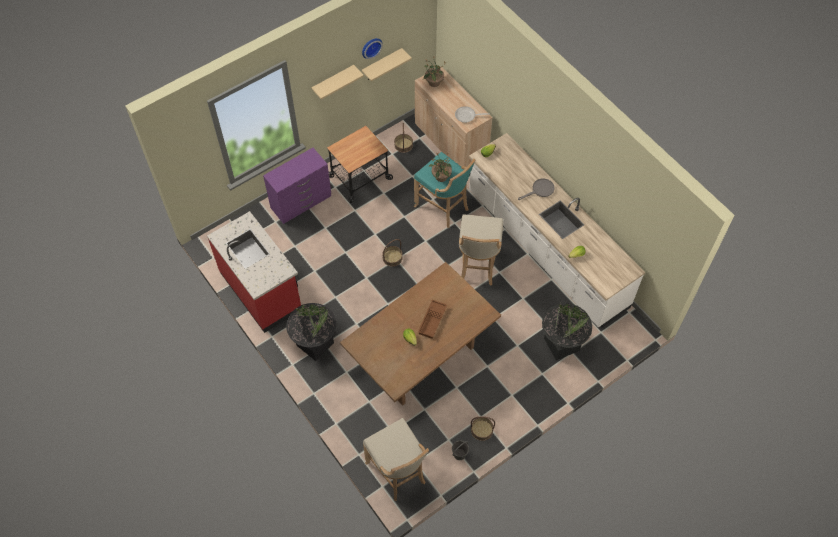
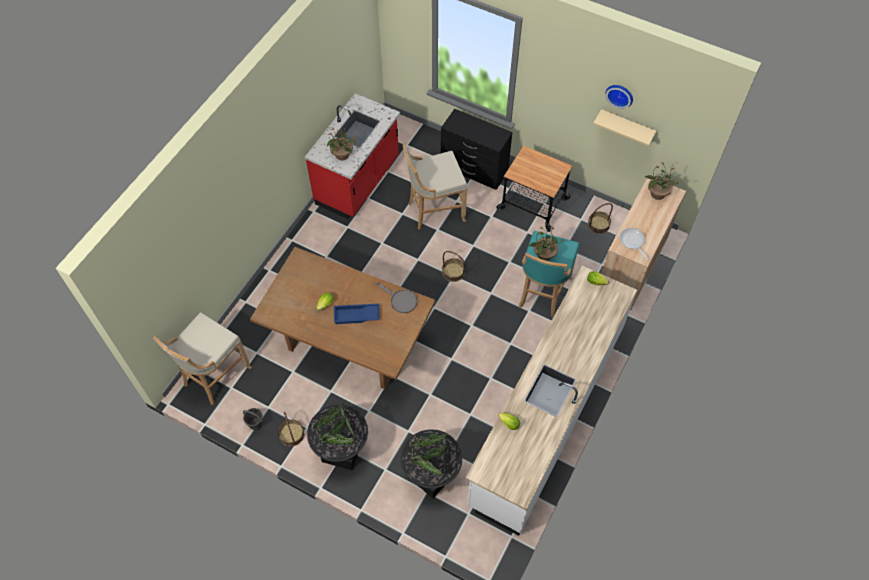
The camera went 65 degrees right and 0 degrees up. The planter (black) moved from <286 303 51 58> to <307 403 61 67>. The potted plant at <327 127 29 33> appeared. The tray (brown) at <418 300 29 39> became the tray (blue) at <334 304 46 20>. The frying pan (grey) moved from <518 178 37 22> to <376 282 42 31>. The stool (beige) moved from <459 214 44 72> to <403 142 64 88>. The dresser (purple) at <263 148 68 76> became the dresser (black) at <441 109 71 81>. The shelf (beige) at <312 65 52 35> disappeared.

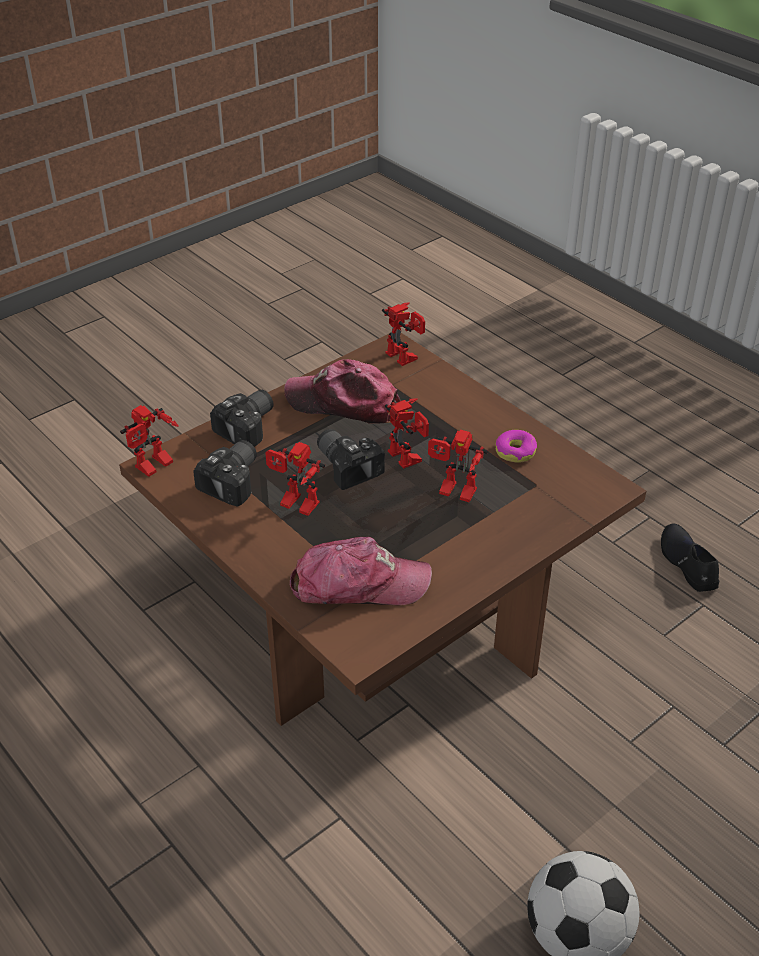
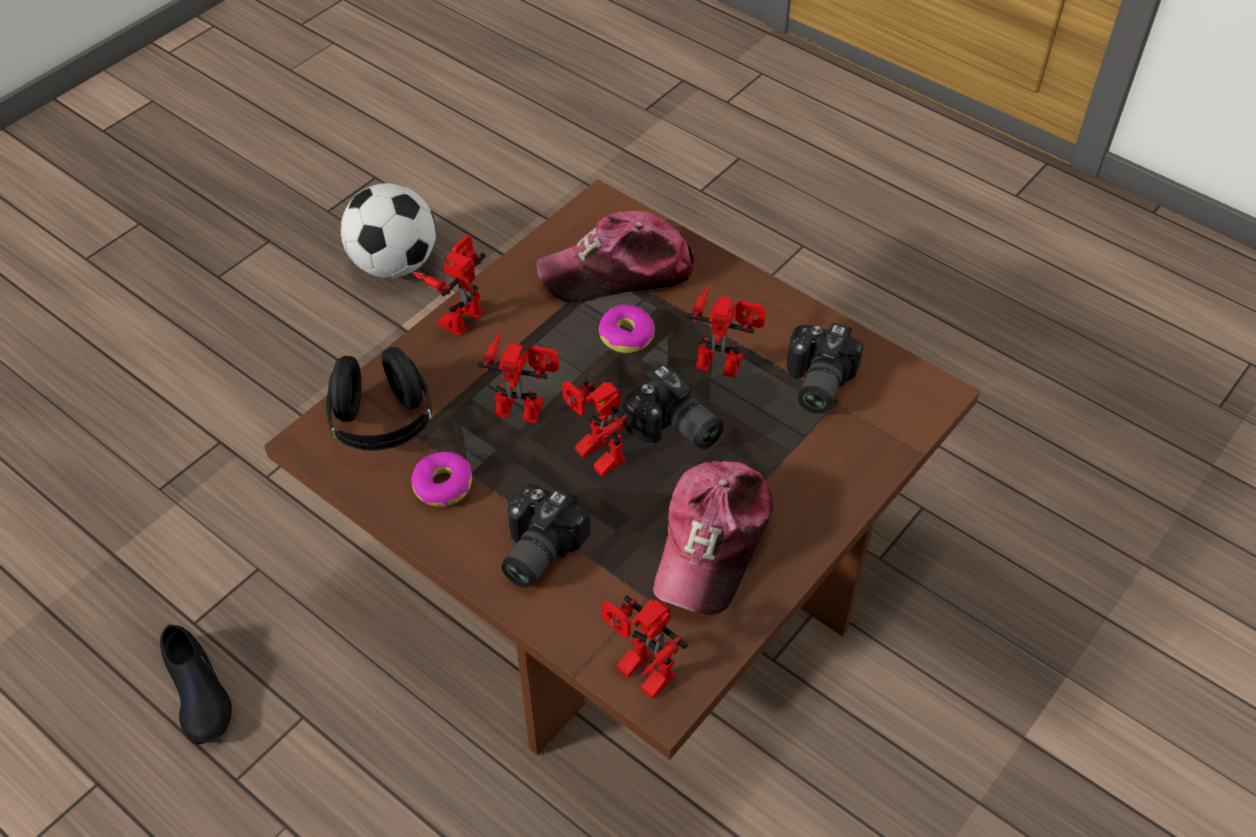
The camera went 170 degrees right and 10 degrees up. The headphones (black) at <326 347 106 104> appeared. The toy robot moved from <120 405 59 72> to <413 235 73 101>. The photo camera moved from <210 390 64 57> to <501 484 90 104>. The donut at <599 305 56 48> appeared. The cap at <284 359 117 65> turned 105 degrees clockwise.

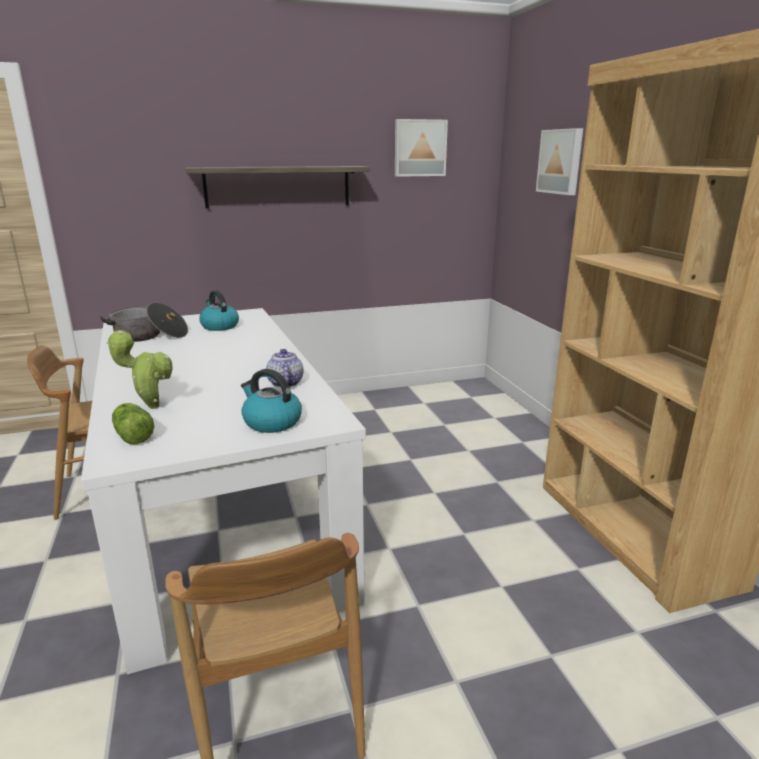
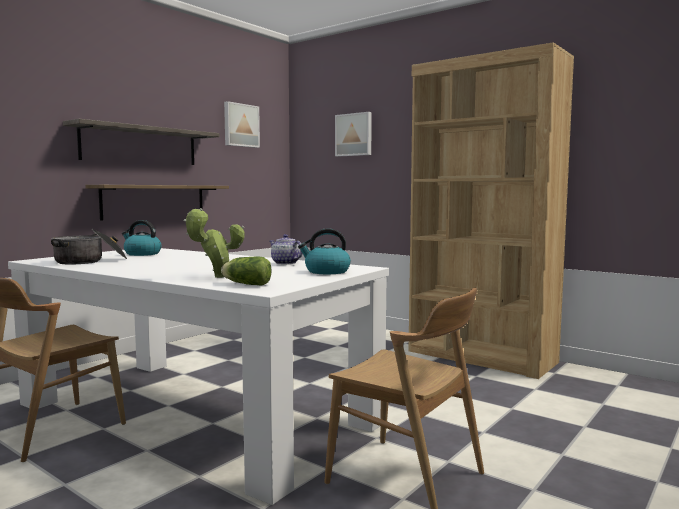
The camera went 35 degrees left and 15 degrees down. The shelf at <85 185 144 36> appeared.

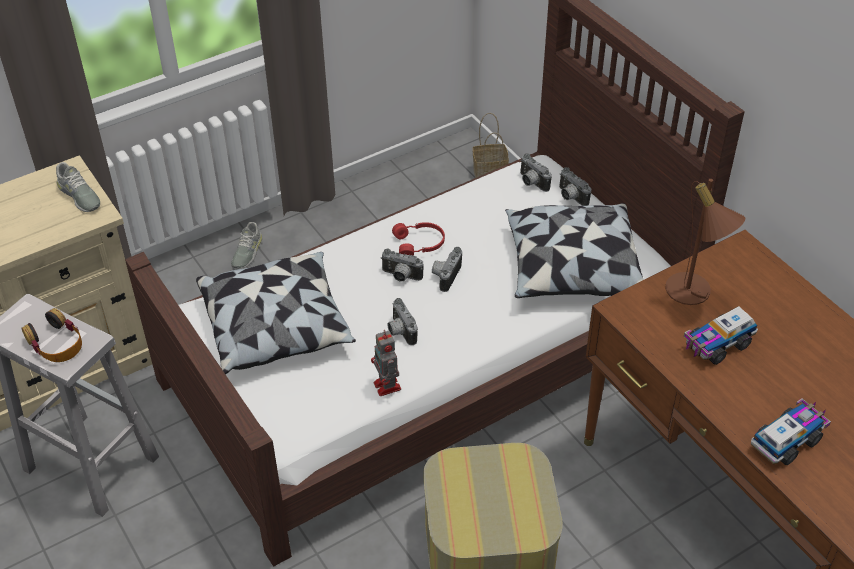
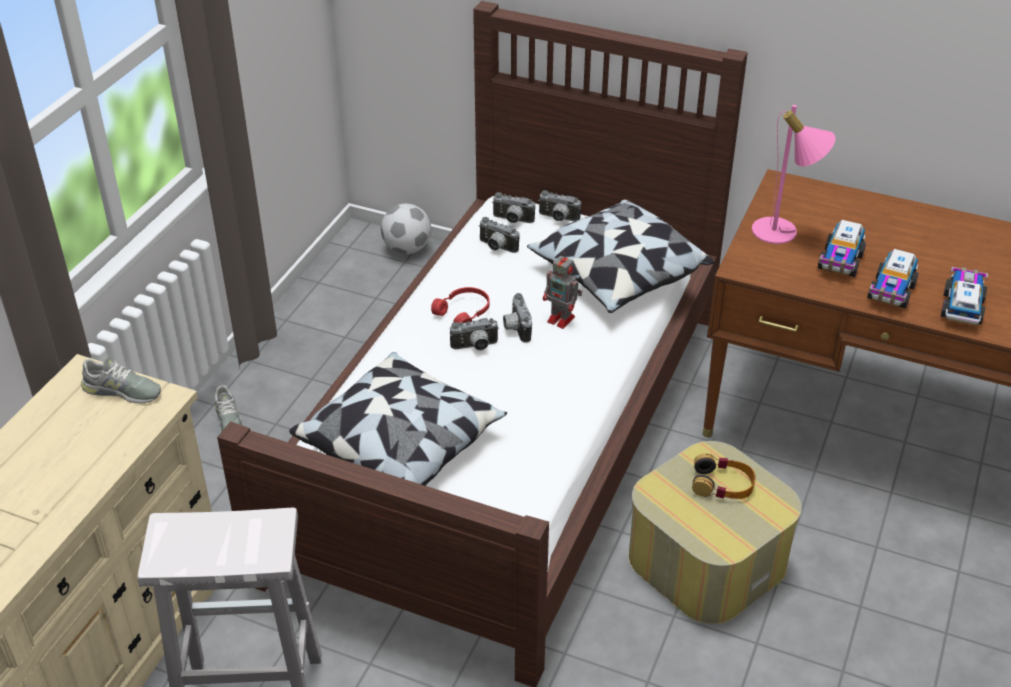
The camera went 35 degrees left and 5 degrees down. The basket at <472 113 37 65> was replaced by the football at <381 204 50 50>. The photo camera moved from <387 298 31 47> to <478 217 42 36>. The toy robot moved from <371 331 30 65> to <543 252 39 77>. The headphones moved from <21 308 61 54> to <692 453 64 46>. The table lamp (brown) at <665 179 80 126> became the table lamp (pink) at <752 105 83 139>. The toy truck at <867 249 52 60> appeared.

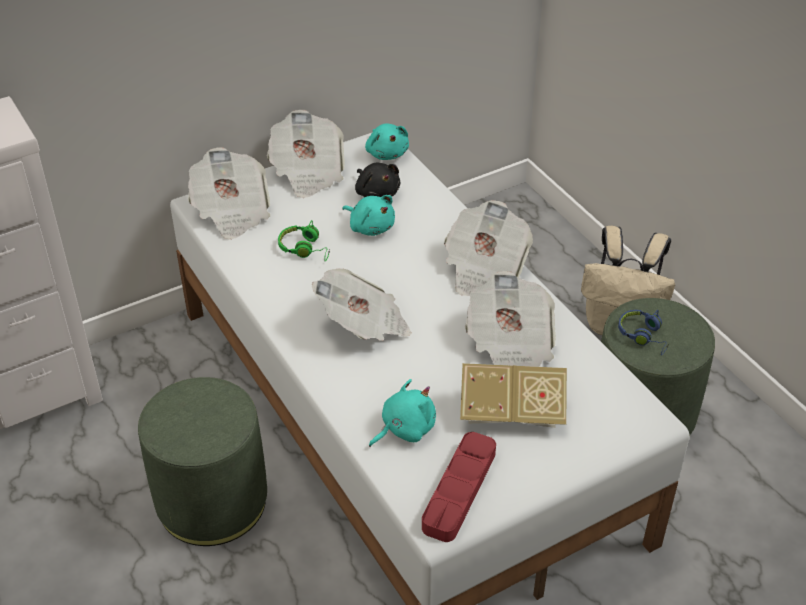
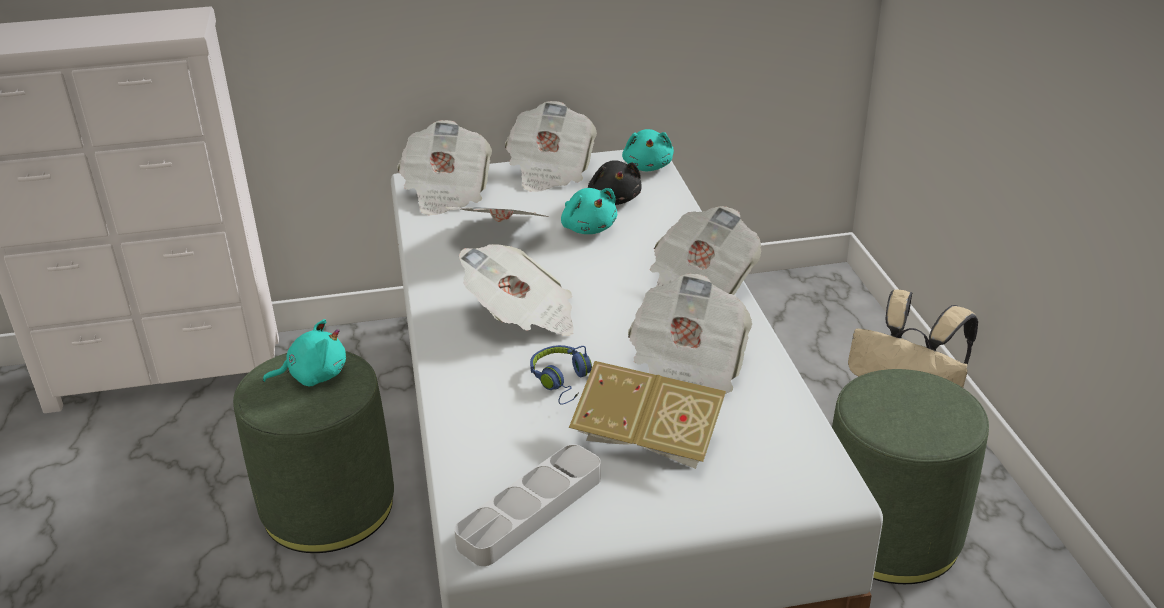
The camera went 20 degrees right and 10 degrees down. The plush toy (turquoise) moved from <369 379 67 68> to <263 319 83 67>. The headphones (green) at <278 220 52 41> was replaced by the newspaper at <445 207 104 15>. The tray (red) at <422 432 74 110> became the tray (grey) at <454 444 147 122>. The headphones (blue) moved from <618 310 51 45> to <530 345 62 59>.

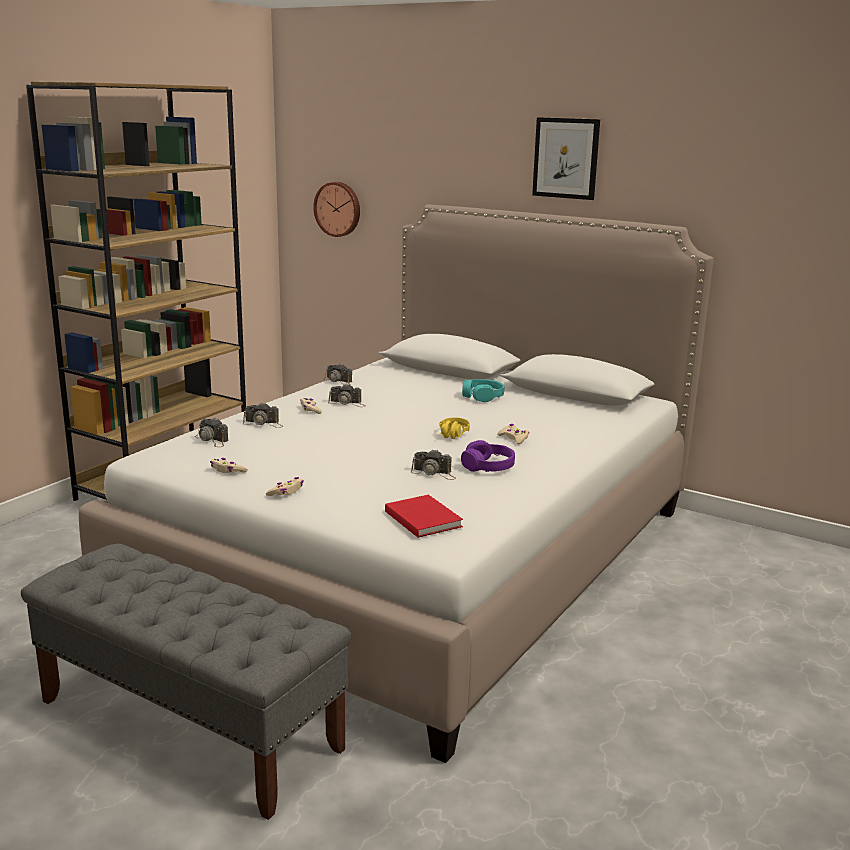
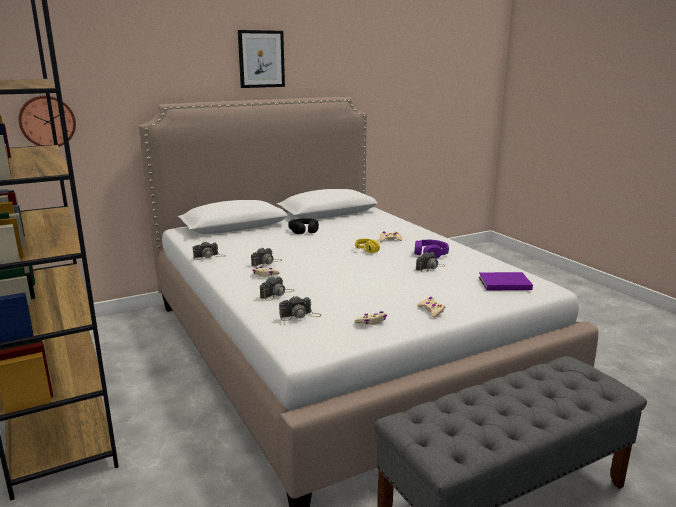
The camera went 60 degrees left and 0 degrees up. The headphones (turquoise) at <462 379 42 23> became the headphones (black) at <289 218 30 16>. The book (red) at <385 495 78 43> became the book (purple) at <479 272 54 18>.

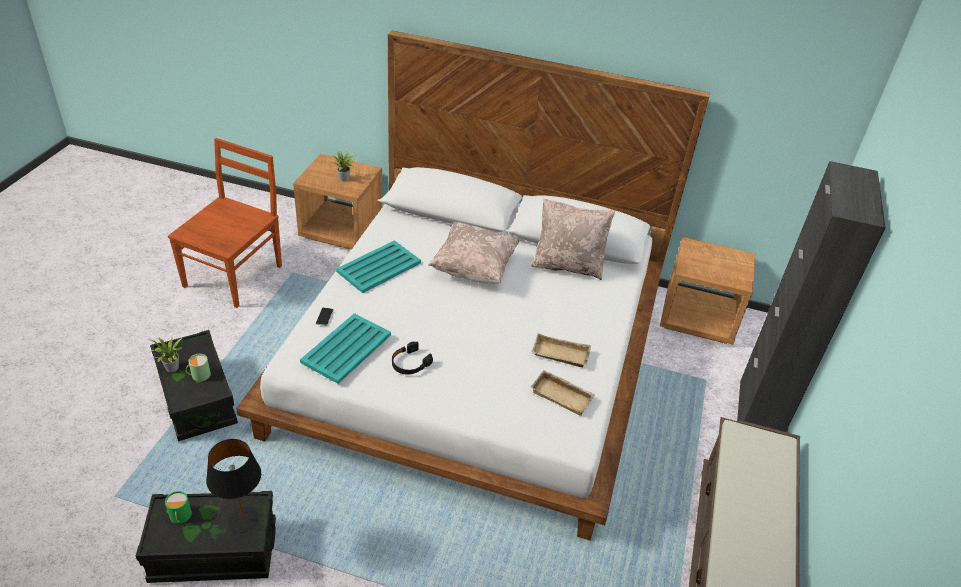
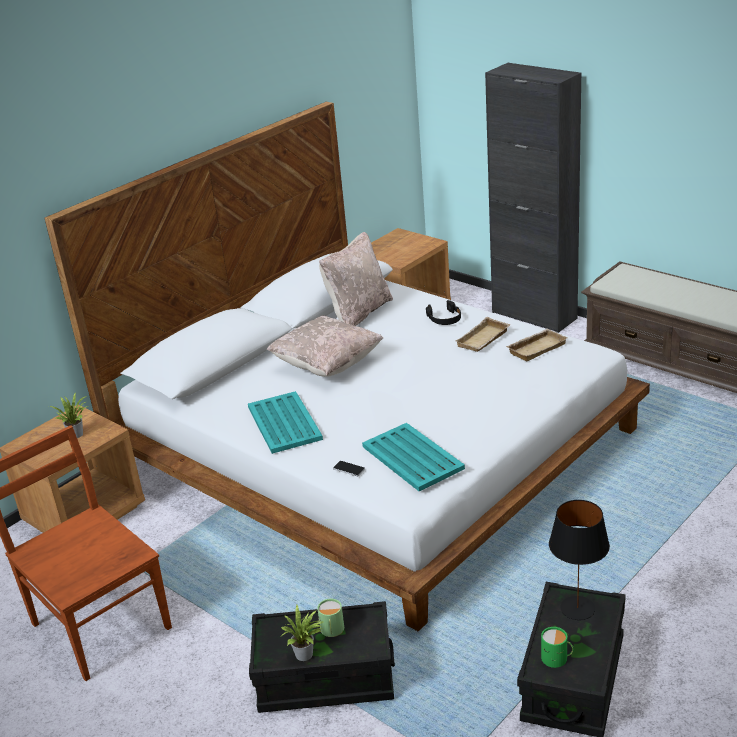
The camera went 60 degrees left and 10 degrees down. The headphones (black) moved from <392 342 41 33> to <426 300 35 25>.

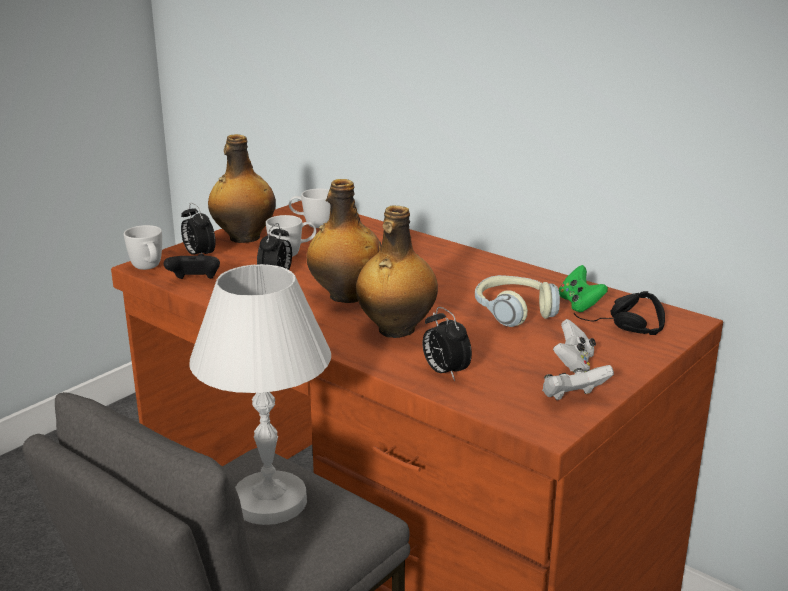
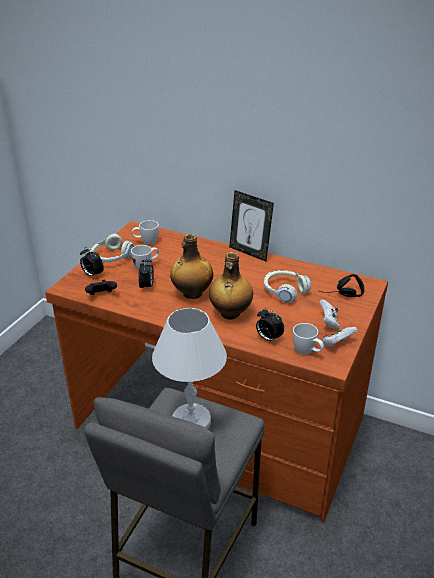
The camera went 15 degrees left and 10 degrees up. The bottle at <208 134 68 109> was replaced by the headphones at <90 234 44 28>. The picture frame at <229 190 45 72> appeared. The mug (white) moved from <124 225 38 45> to <293 323 31 31>. The game controller (green) at <559 265 49 47> disappeared.

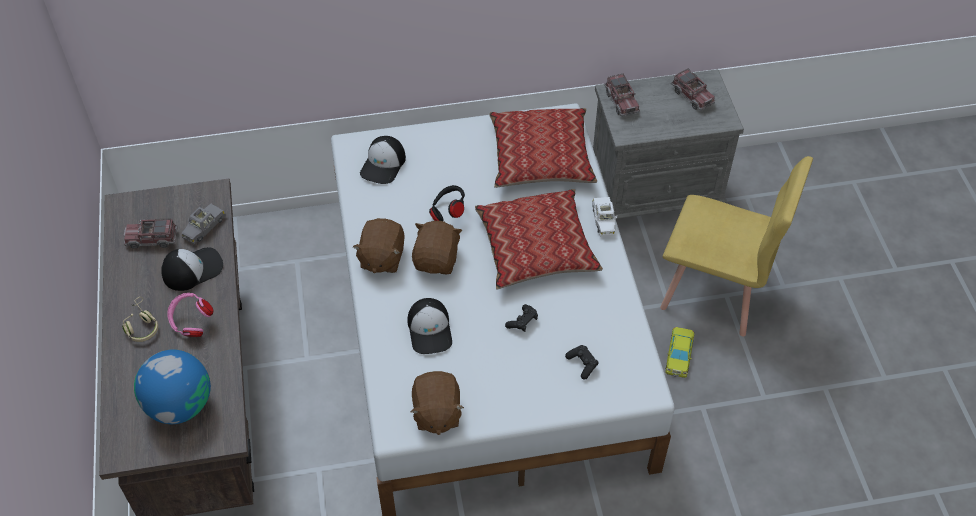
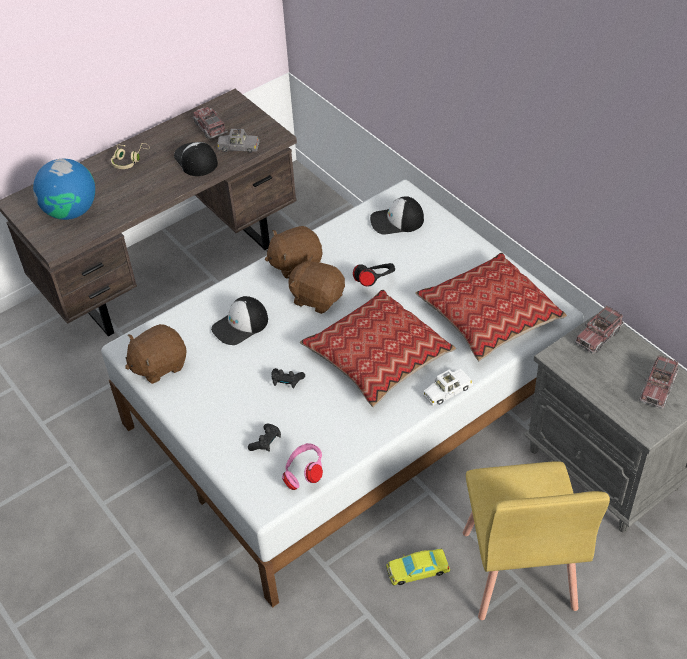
The camera went 65 degrees right and 5 degrees down. The cap at <161 247 62 44> turned 150 degrees counterclockwise. The headphones (pink) moved from <167 293 47 44> to <282 443 41 47>. The plush toy (brown) at <412 221 50 54> turned 135 degrees counterclockwise.

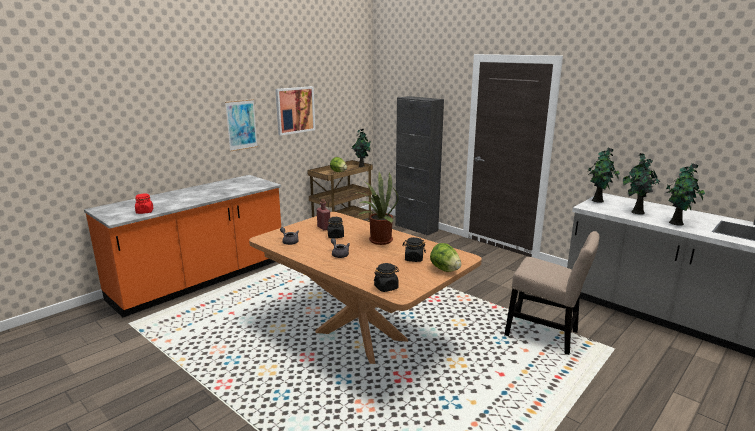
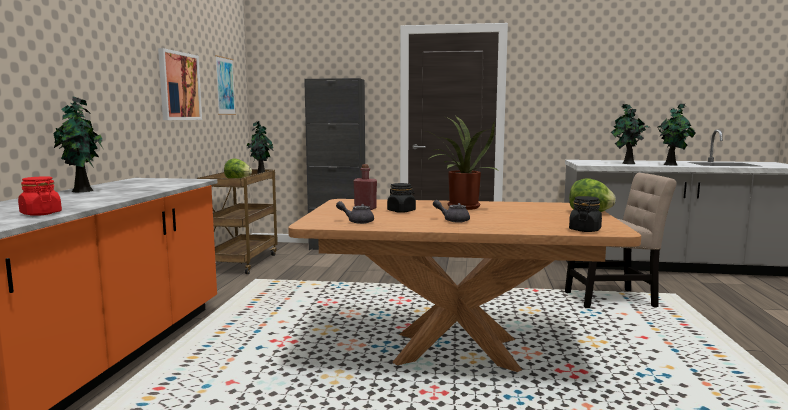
The camera went 35 degrees left and 10 degrees down. The potted plant moved from <588 148 32 55> to <53 96 50 96>. The picture moved from <225 99 33 52> to <215 55 21 60>. The jar (black) at <402 237 24 25> disappeared.

